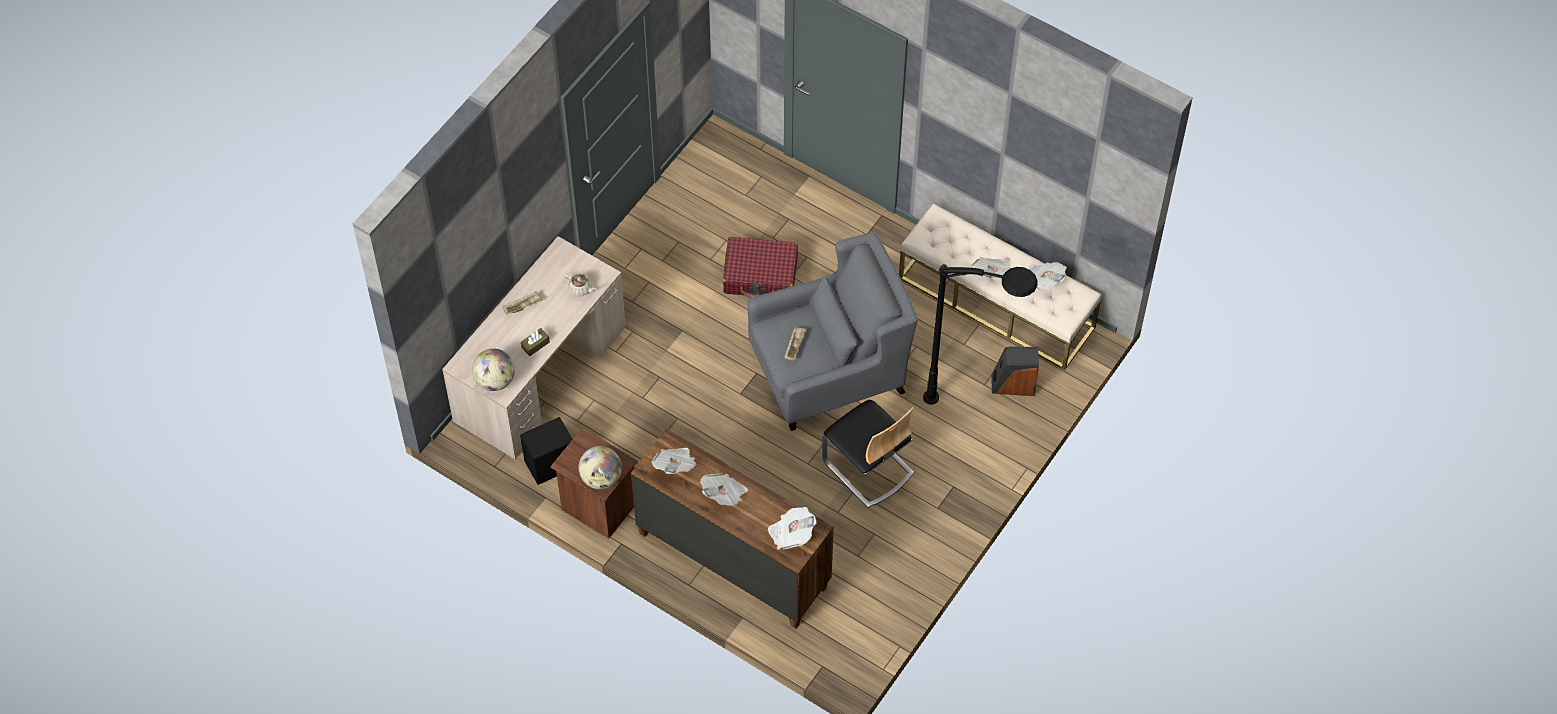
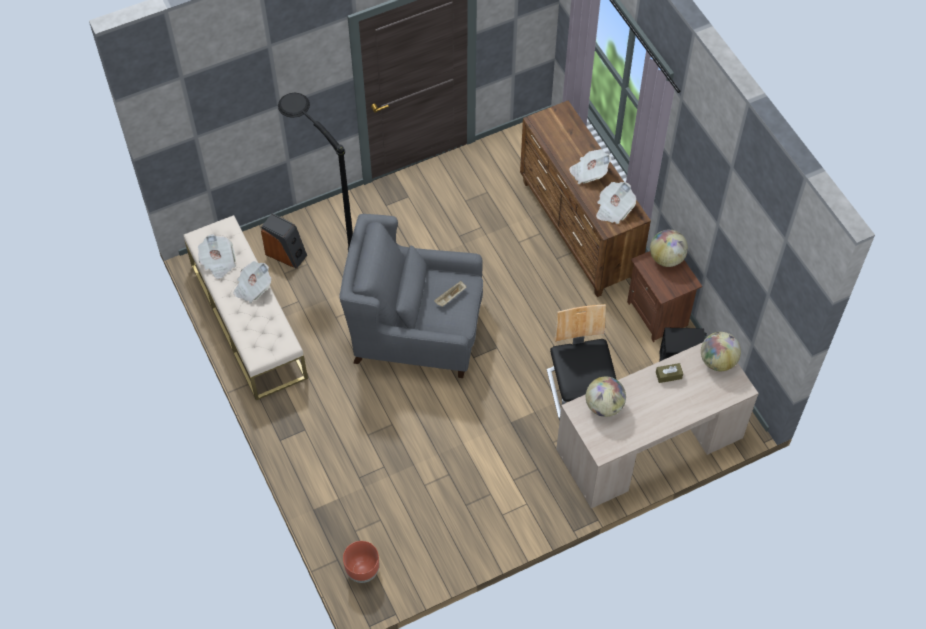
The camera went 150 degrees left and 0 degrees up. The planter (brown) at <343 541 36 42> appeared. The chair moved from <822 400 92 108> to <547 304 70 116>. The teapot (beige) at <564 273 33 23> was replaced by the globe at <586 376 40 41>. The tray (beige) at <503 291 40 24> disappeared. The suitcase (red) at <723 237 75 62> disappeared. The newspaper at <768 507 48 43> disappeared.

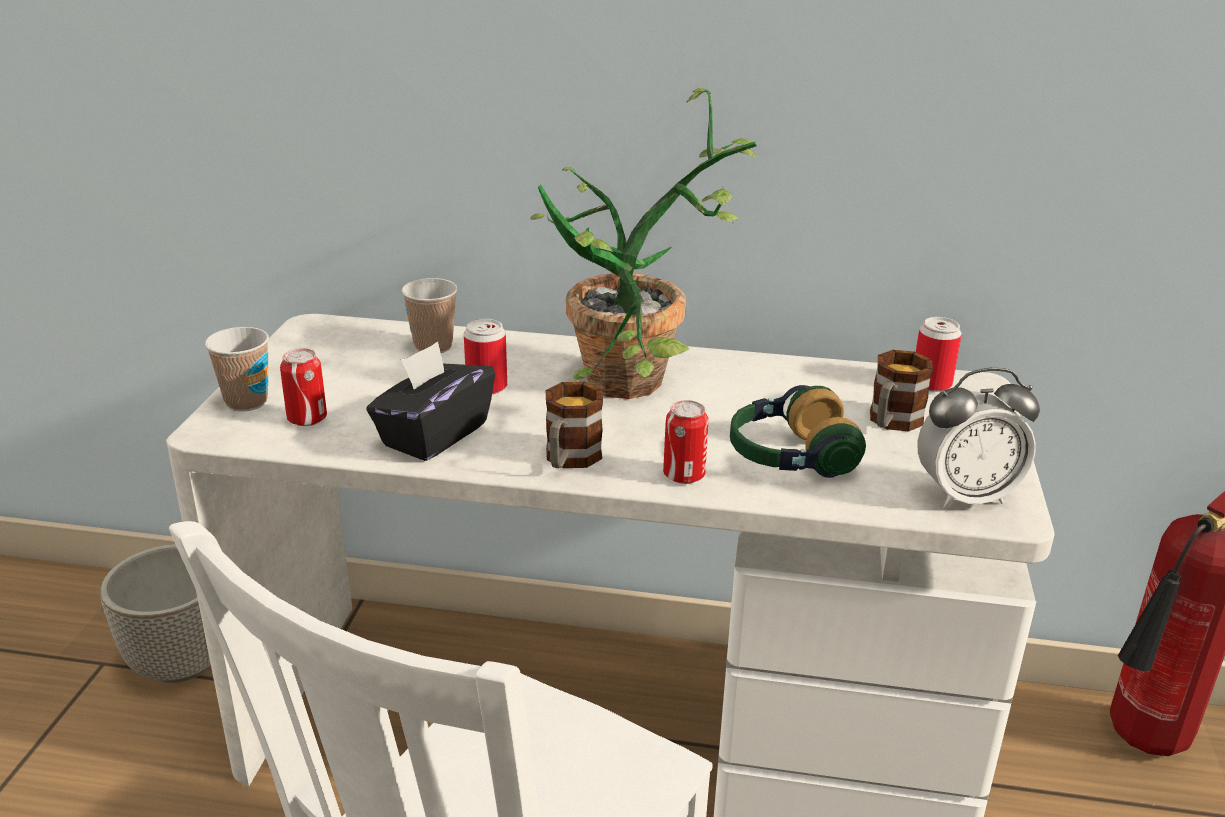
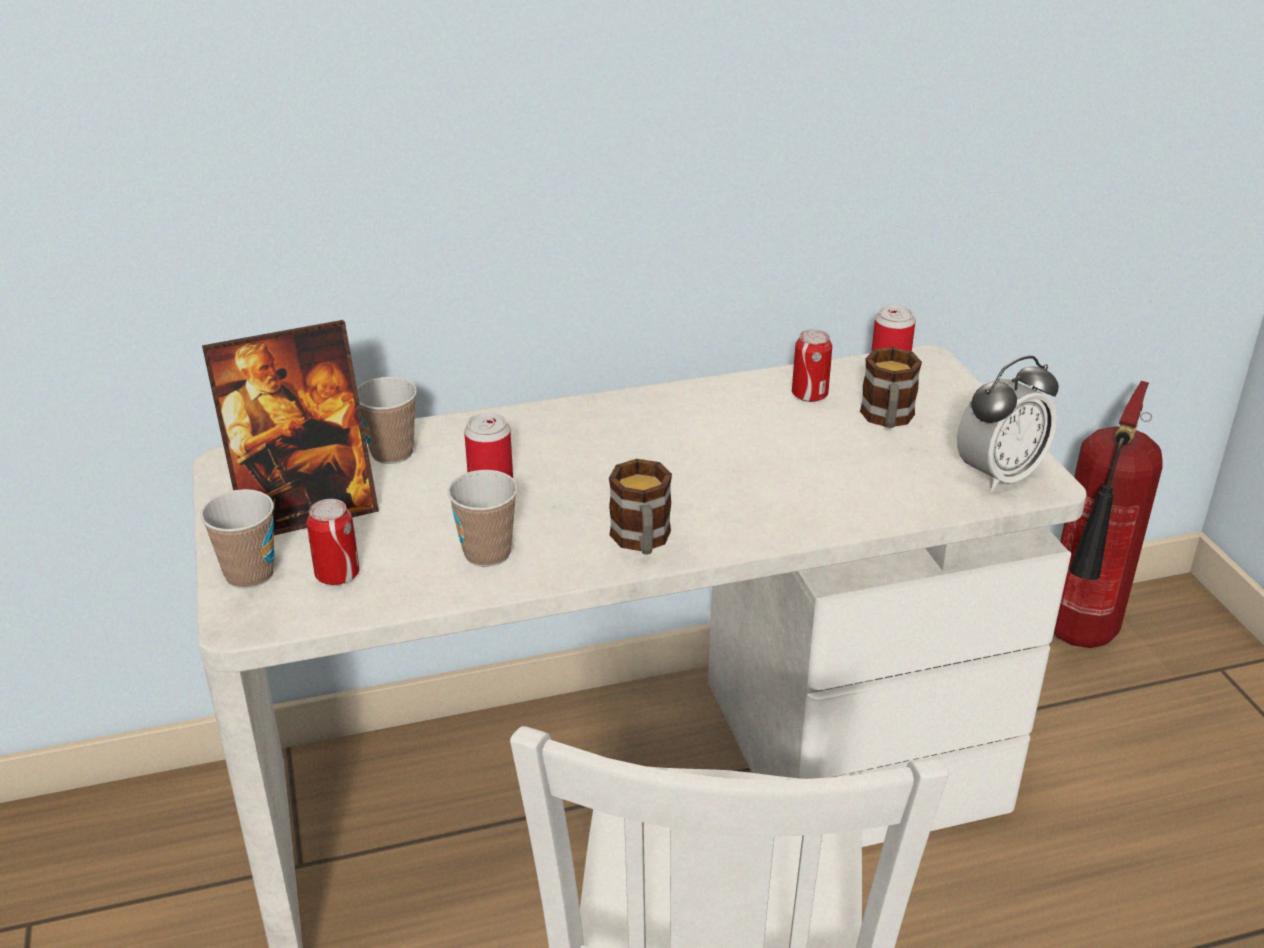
The camera went 25 degrees left and 5 degrees up. The picture frame at <202 320 177 215> appeared. The tissue box (black) at <366 342 129 119> was replaced by the cup at <448 470 70 97>. The can moved from <663 400 46 84> to <792 329 40 73>. The planter at <100 544 111 139> disappeared. The potted plant at <530 88 228 311> disappeared. The headphones at <730 385 136 93> disappeared.

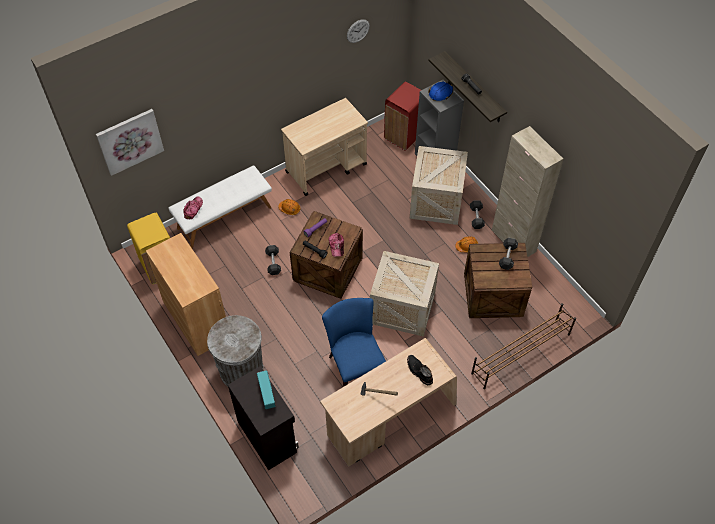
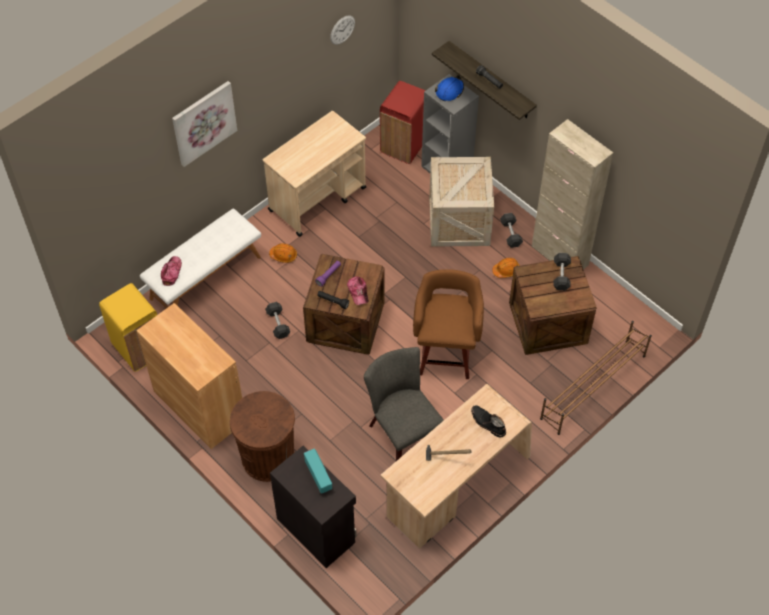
The camera went 10 degrees left and 0 degrees up. The picture moved from <96 109 68 67> to <172 81 65 86>. The trash can (grey) at <207 315 56 71> became the trash can (brown) at <230 391 65 91>. The chair (blue) at <322 298 64 89> became the chair (grey) at <364 347 80 114>. The crate at <370 251 69 86> was replaced by the stool (brown) at <413 269 71 110>.

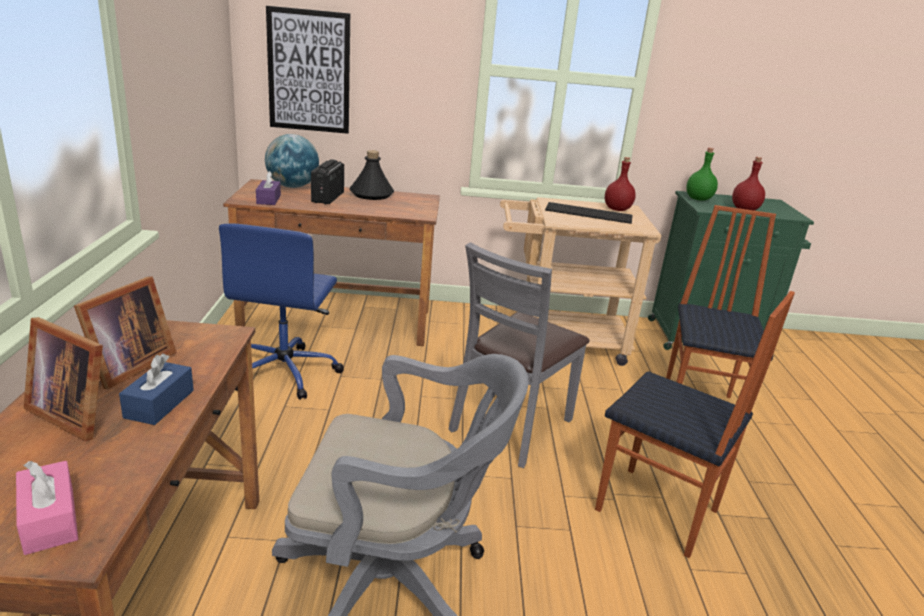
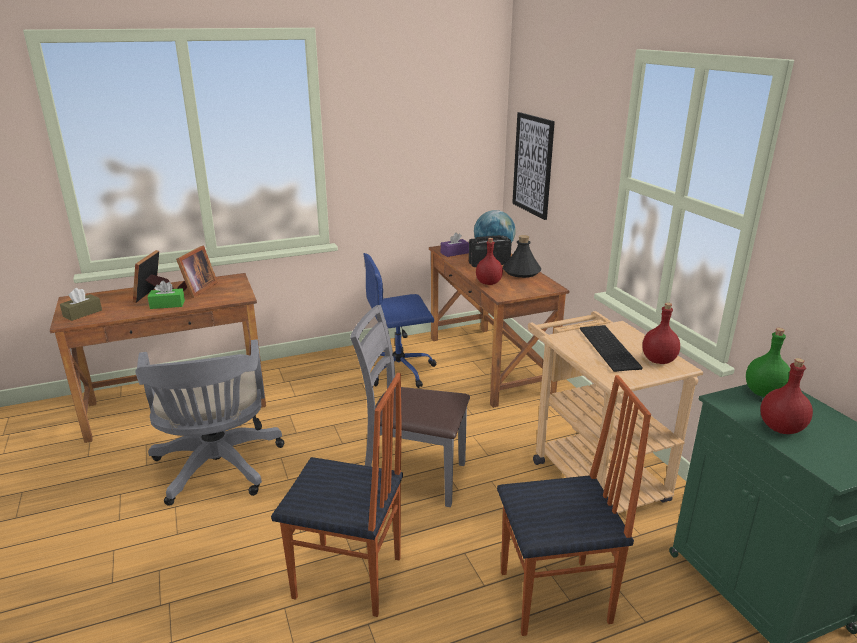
The camera went 70 degrees right and 0 degrees up. The tissue box (pink) at <16 461 62 94> became the tissue box (brown) at <60 288 42 33>. The tissue box (blue) at <119 354 75 71> became the tissue box (green) at <148 281 37 28>. The picture frame at <74 276 102 113> turned 75 degrees counterclockwise. The chair at <595 291 200 267> turned 90 degrees counterclockwise. The bottle (red) at <476 238 27 47> appeared.

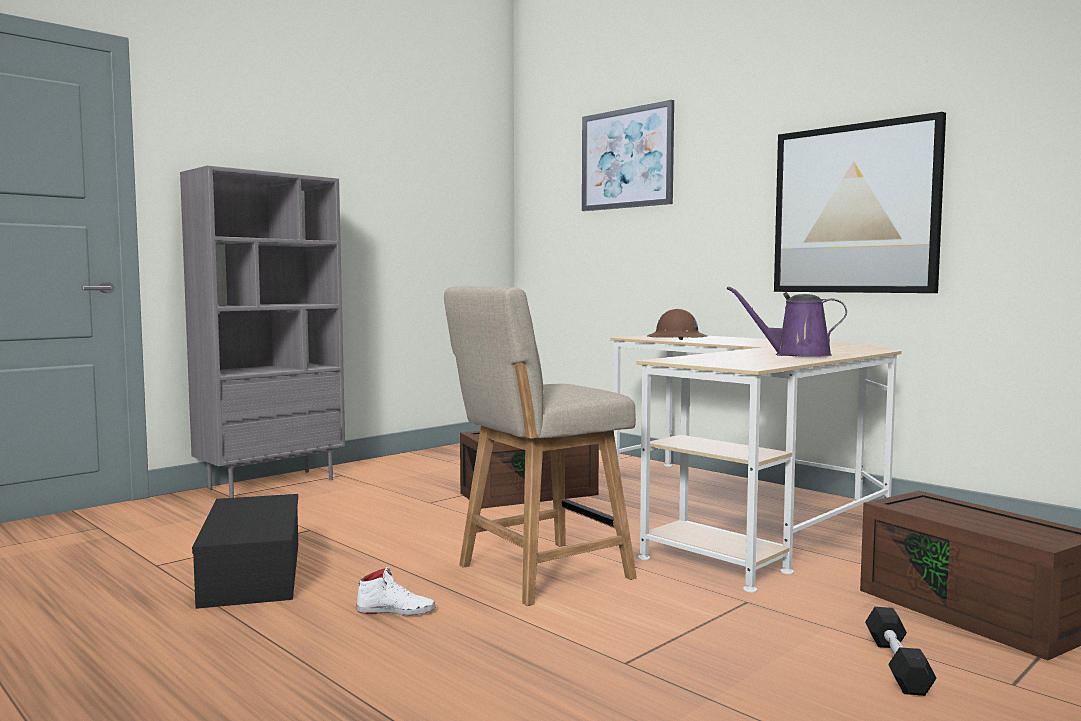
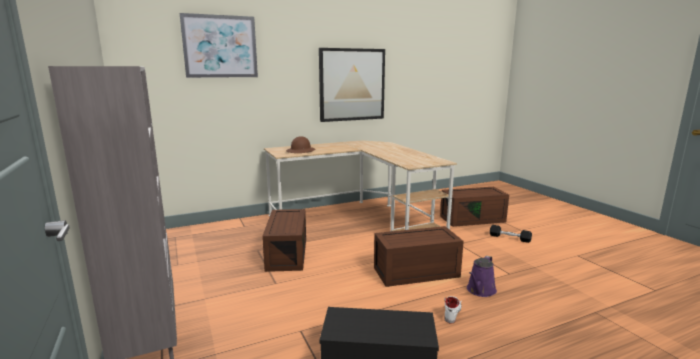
The camera went 70 degrees left and 10 degrees up. The chair (beige) at <444 286 193 320> was replaced by the storage box (brown) at <374 226 90 61>. The watering can (purple) moved from <727 286 120 71> to <467 256 30 41>.

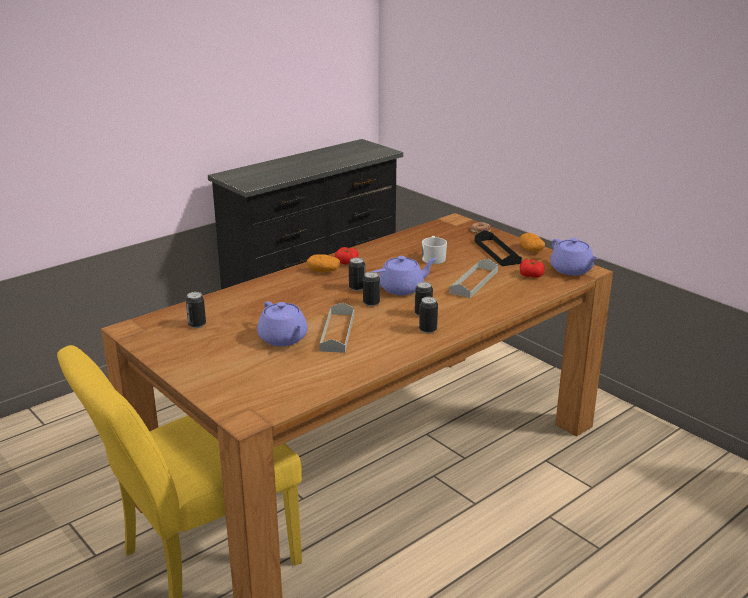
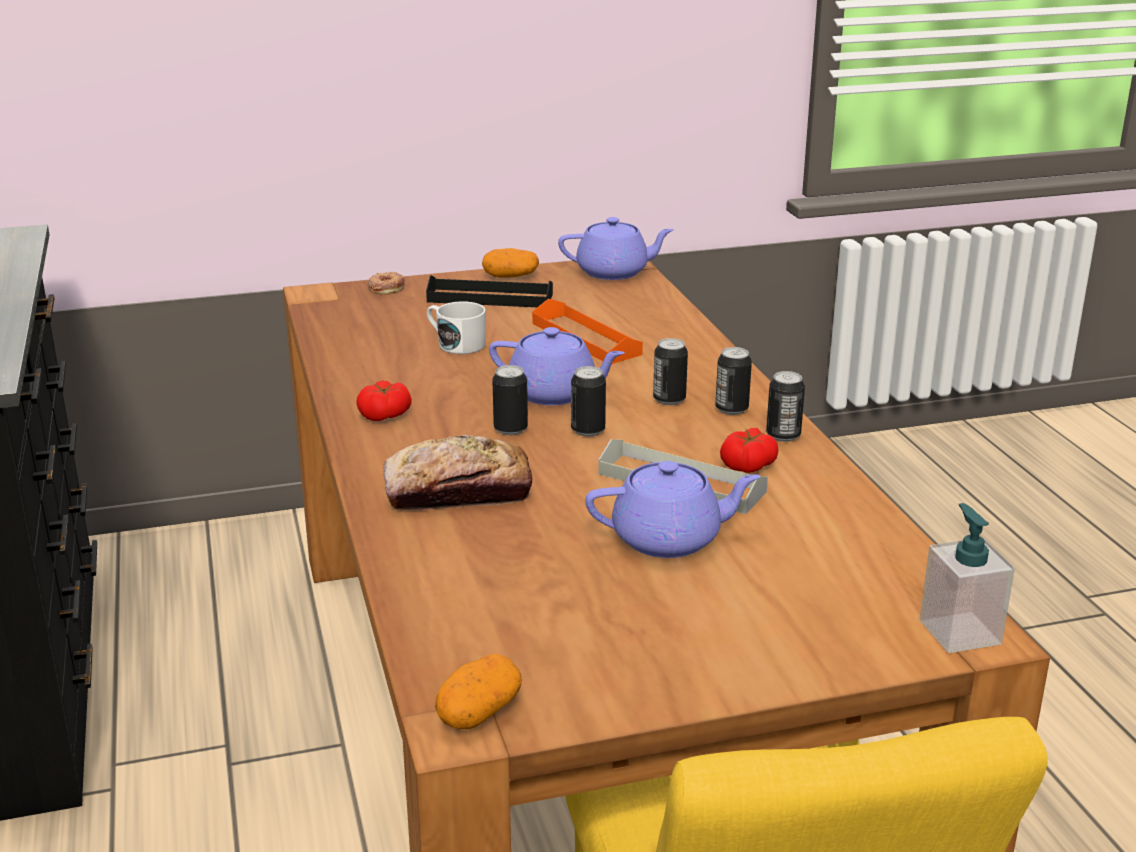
The camera went 65 degrees left and 0 degrees up. The bread at <383 434 149 76> appeared. The potato moved from <306 254 34 18> to <435 654 87 75>. The teapot (purple) at <372 256 65 39> turned 105 degrees clockwise. The tray (grey) at <449 258 49 40> became the tray (orange) at <532 298 111 66>. The tomato moved from <520 259 24 19> to <720 428 58 45>. The can moved from <186 292 20 36> to <766 371 39 71>. The soap dispenser at <920 503 95 150> appeared.

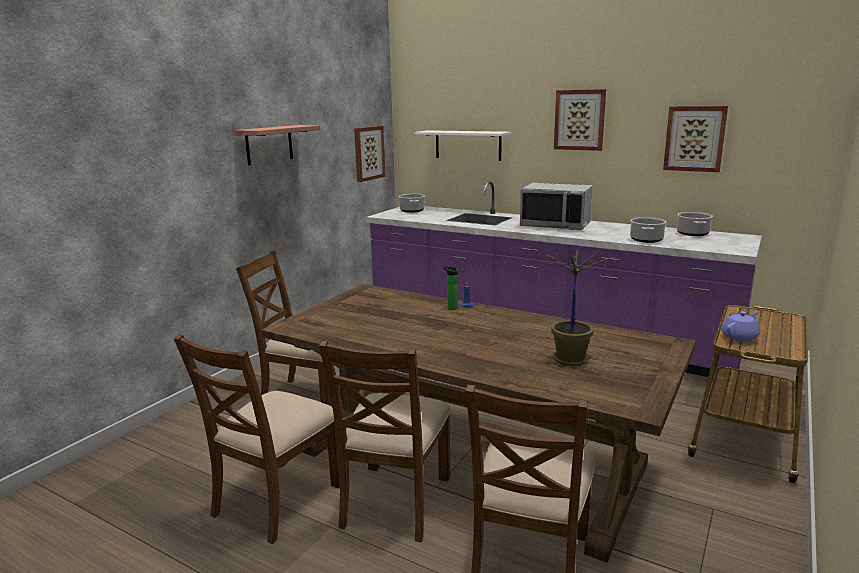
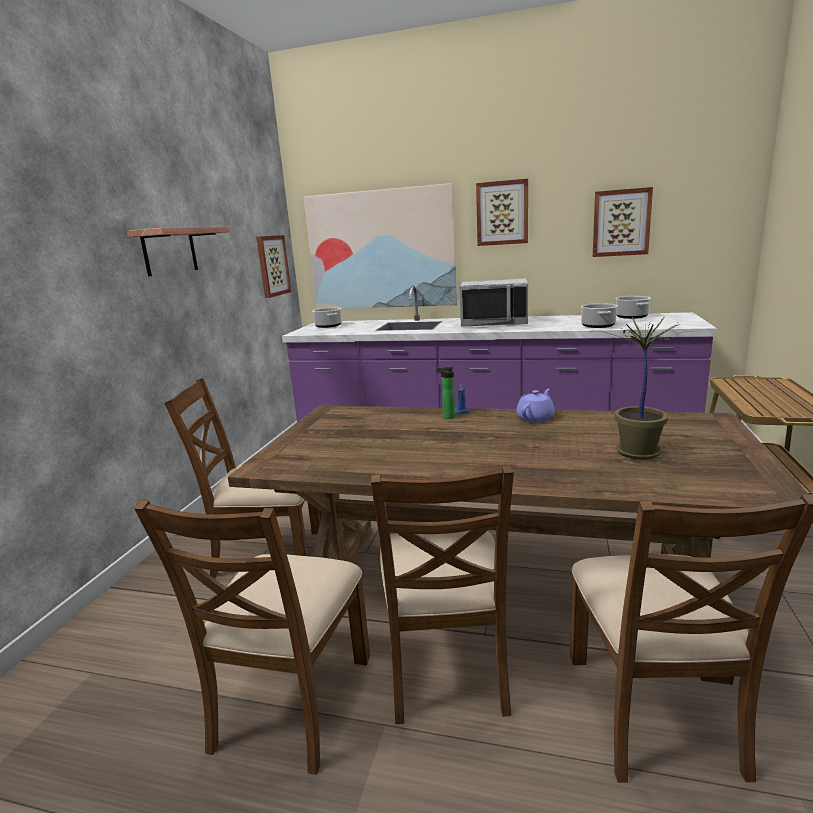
The camera went 15 degrees left and 0 degrees up. The shelf (white) at <415 130 97 31> was replaced by the picture at <304 183 153 126>. The teapot (purple) moved from <721 311 39 30> to <516 389 39 34>.

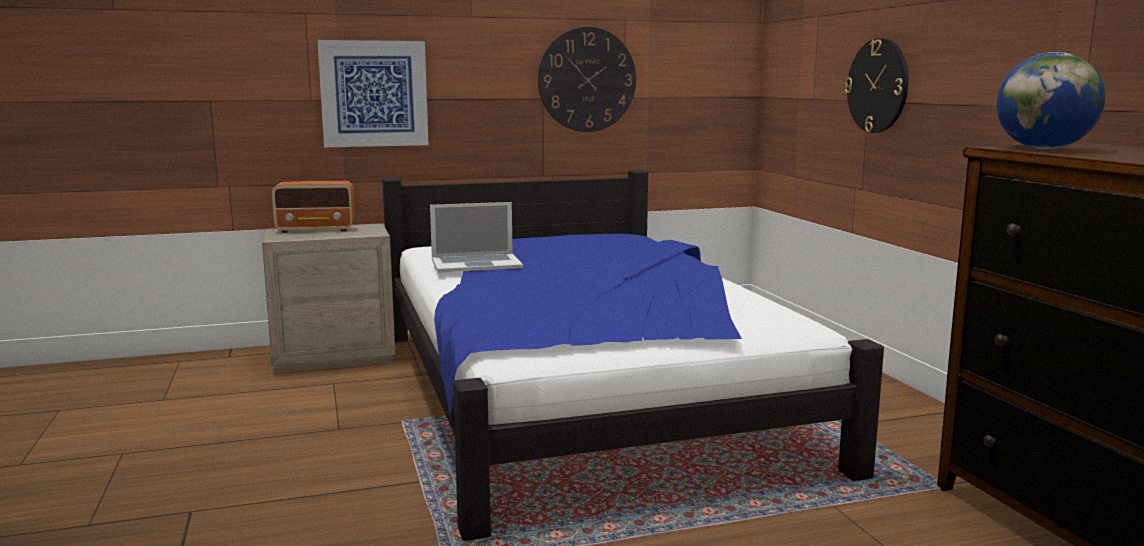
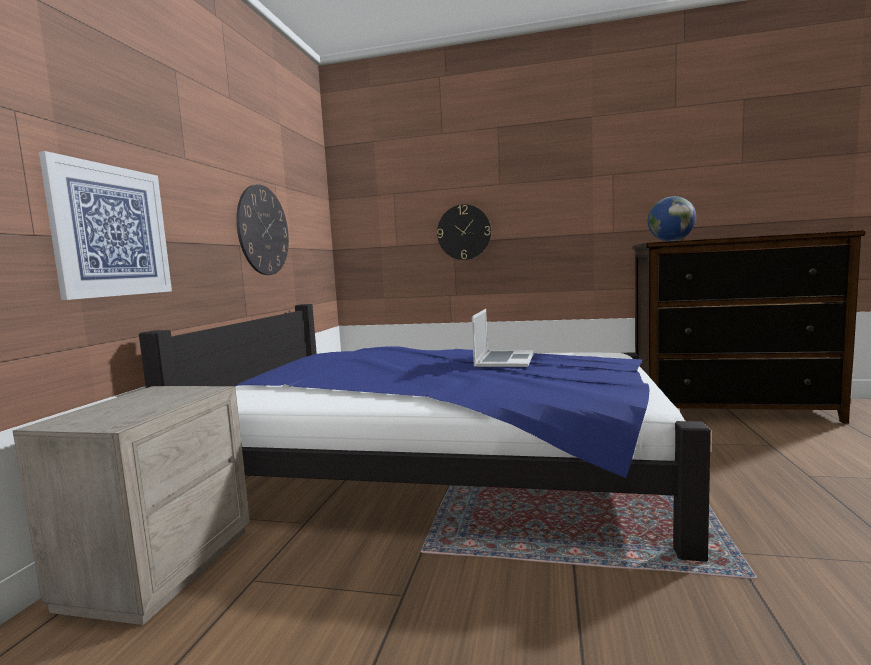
The camera went 60 degrees left and 5 degrees down. The laptop moved from <430 202 93 71> to <472 309 62 58>. The radio at <272 181 83 52> disappeared.

